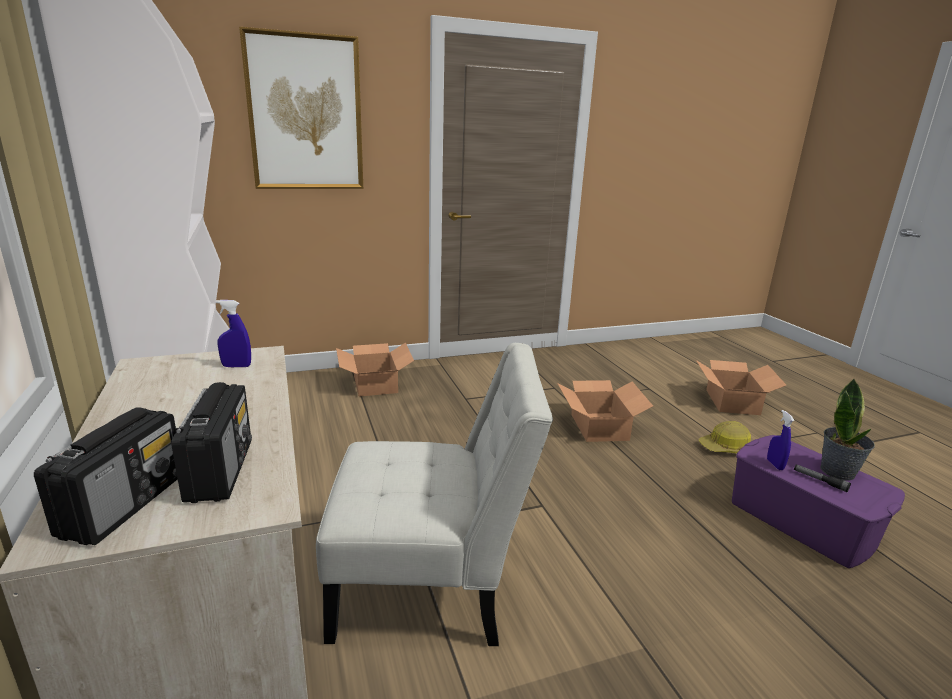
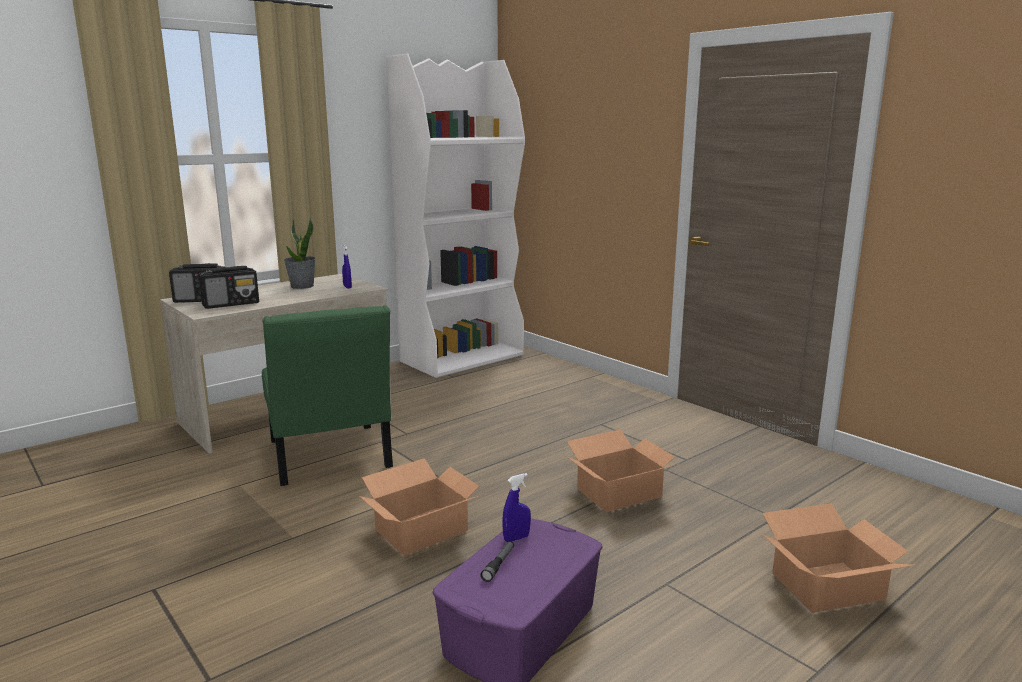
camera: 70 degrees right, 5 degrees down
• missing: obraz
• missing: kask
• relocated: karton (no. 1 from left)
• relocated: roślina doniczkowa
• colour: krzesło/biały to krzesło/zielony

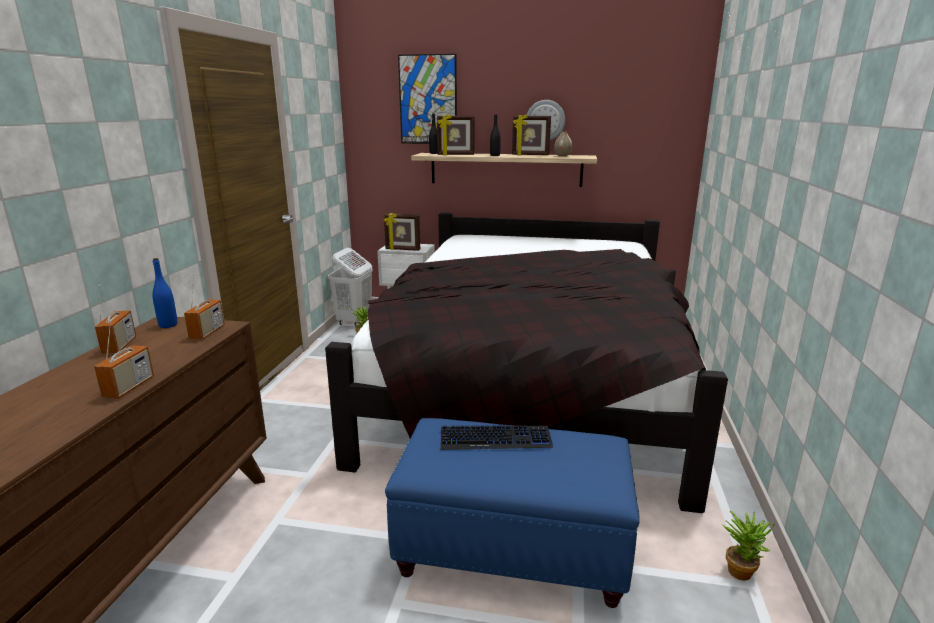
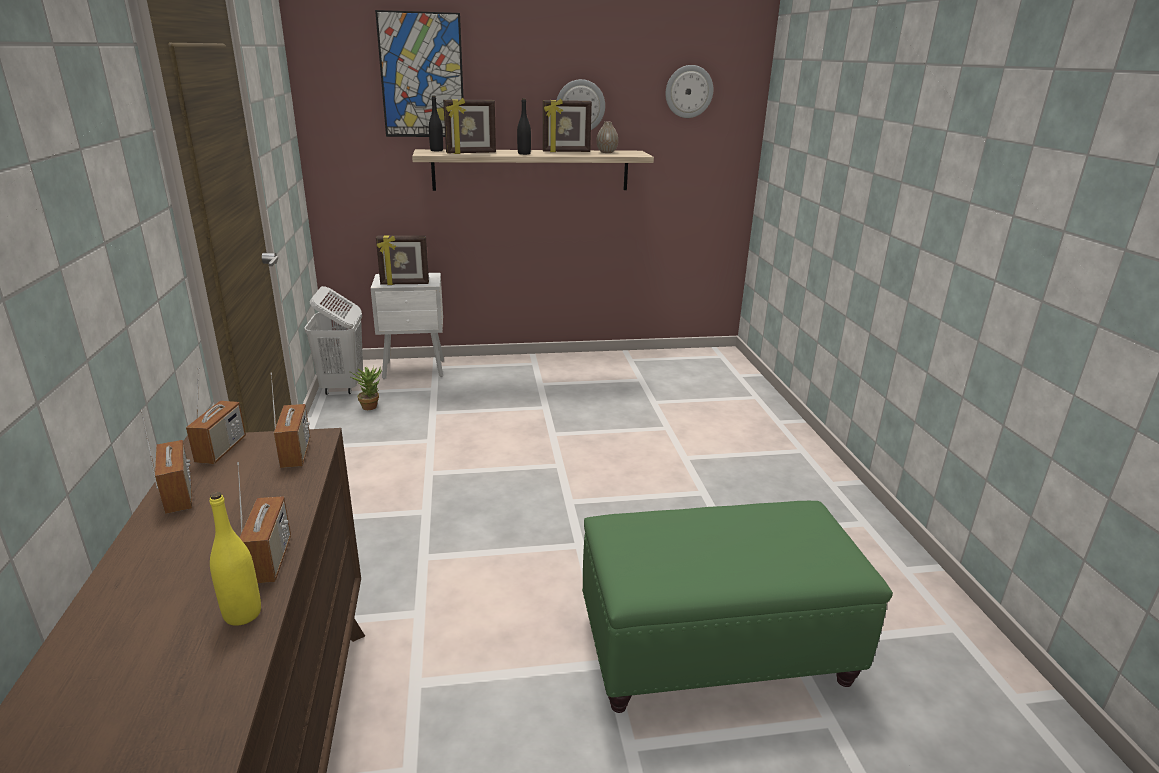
camera: 20 degrees left, 5 degrees up
• missing: łóżko/czarny
• missing: klawiatura
• missing: roślina doniczkowa (no. 2 from left)
• appeared: butelka/żółty
• appeared: zegar ścienny (no. 2 from left)
• exchanged: butelka/niebieski to radio (no. 2 from left)
• colour: pufa/niebieski to pufa/zielony

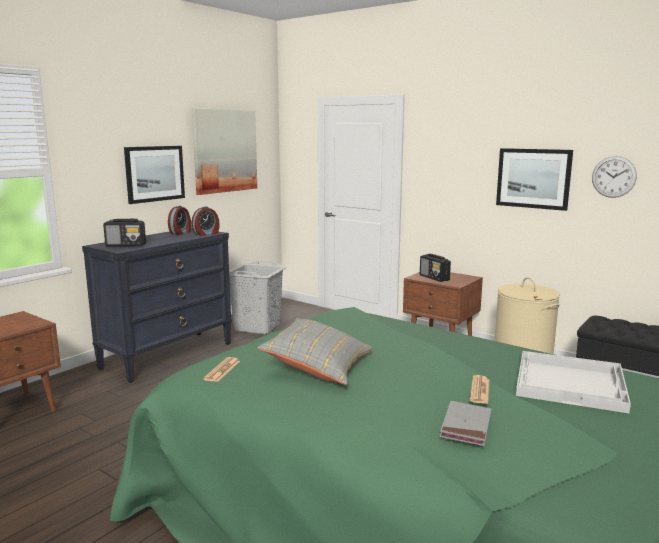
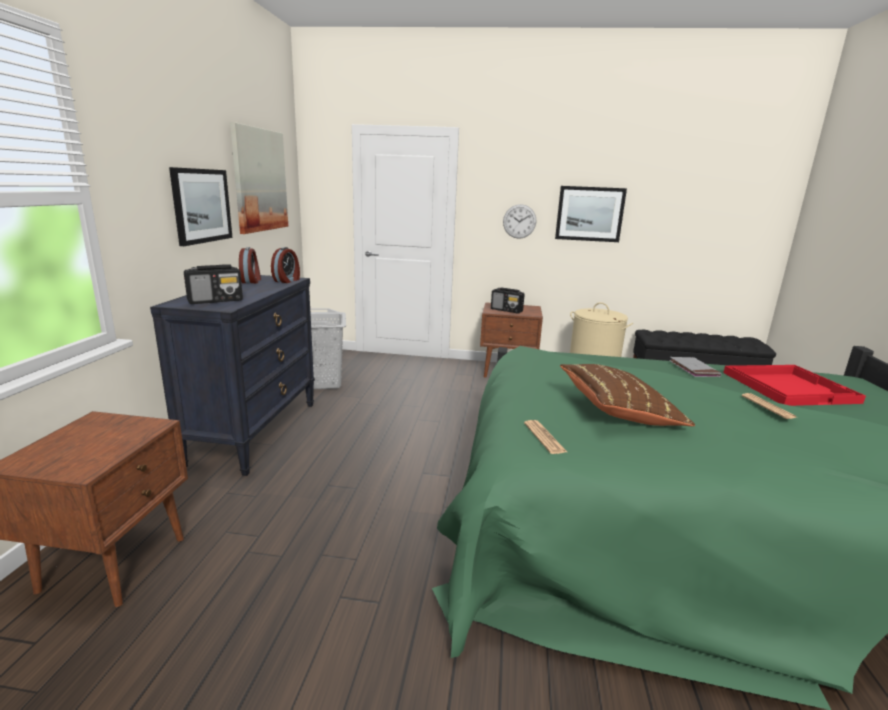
camera: 30 degrees left, 5 degrees up
• relocated: książka/szary
• relocated: zegar ścienny
• colour: poduszka/szary to poduszka/brązowy
• colour: taca/biały to taca/czerwony

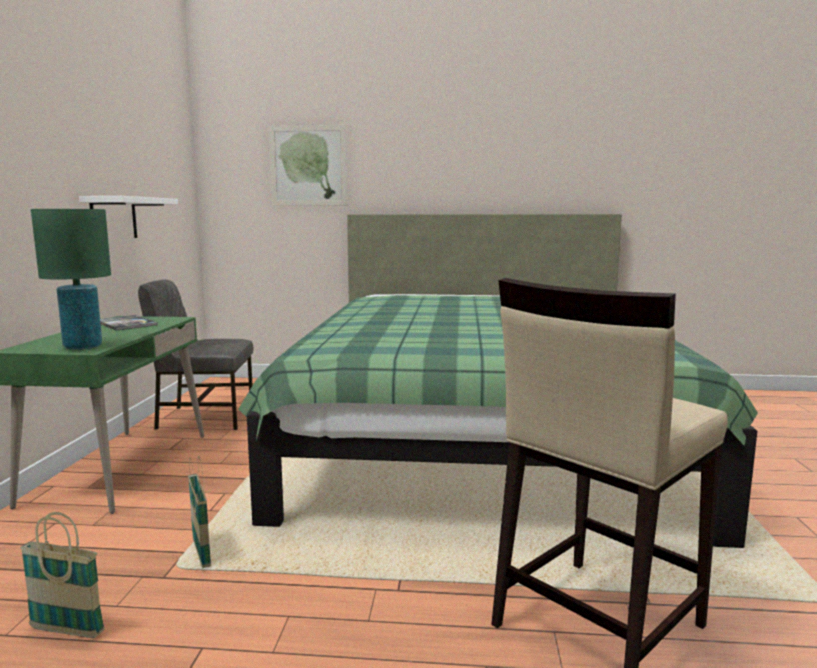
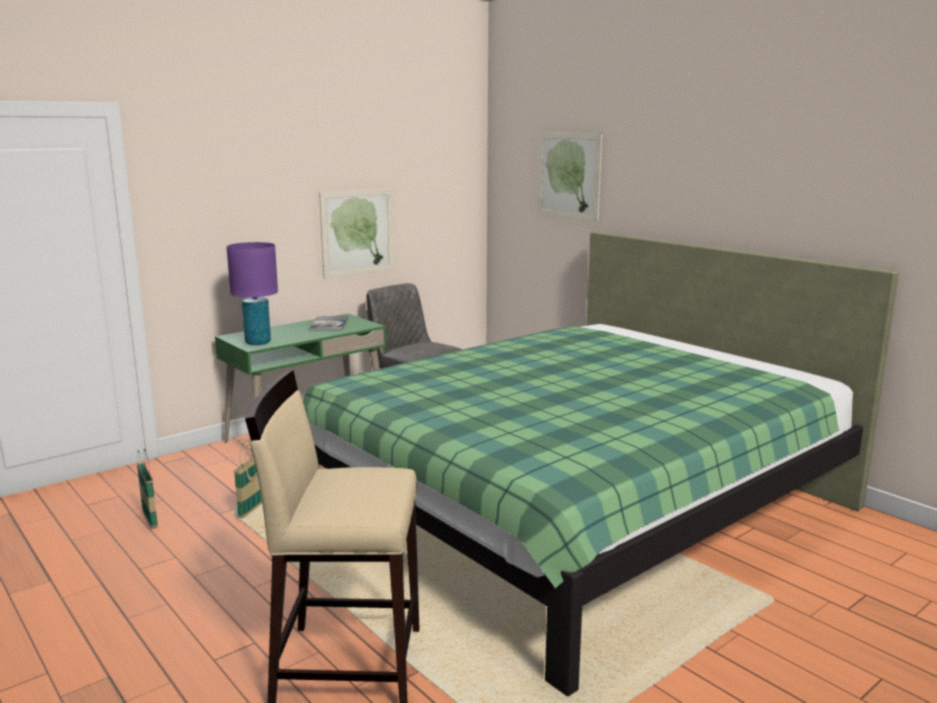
camera: 45 degrees right, 5 degrees up
• exchanged: półka/biały to obraz (no. 1 from left)
• colour: lampa stołowa/zielony to lampa stołowa/fioletowy

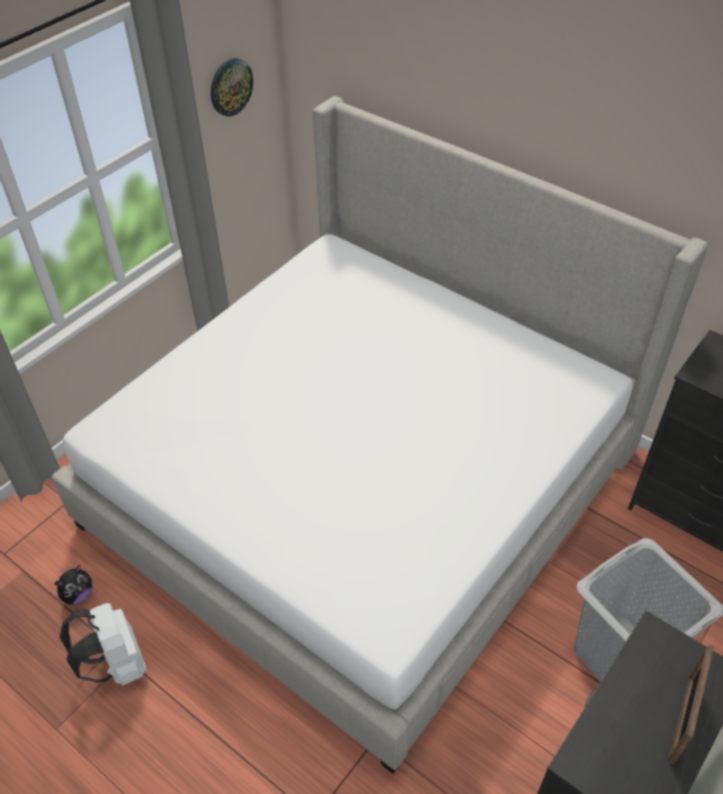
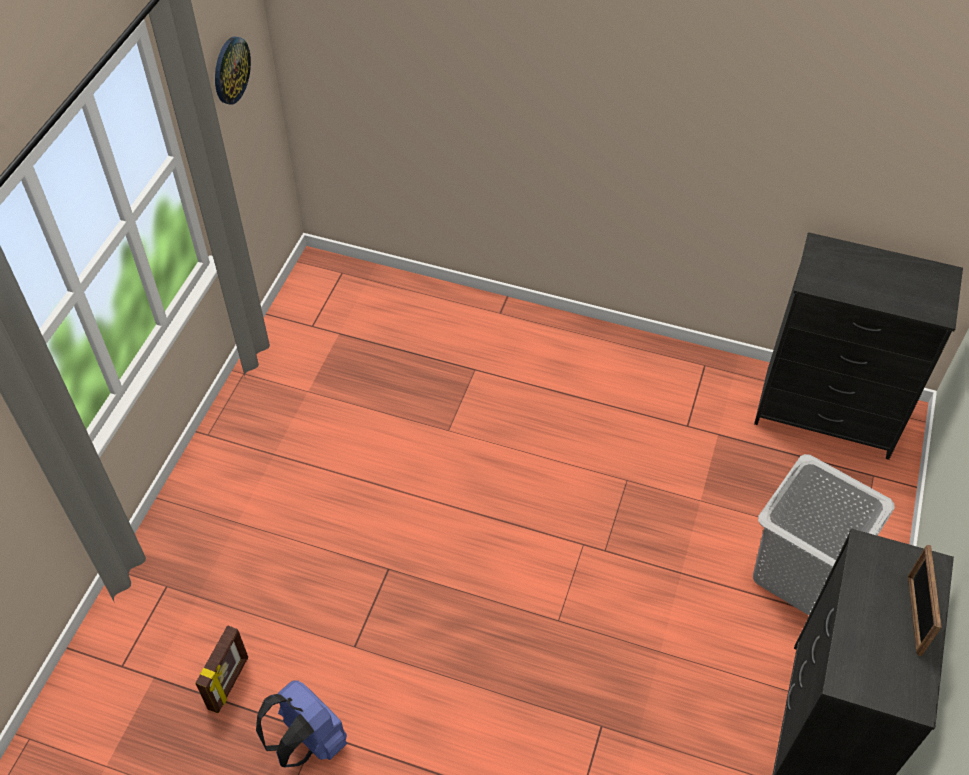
camera: 20 degrees left, 5 degrees up
• missing: łóżko
• exchanged: pluszak to ramka na zdjęcie (no. 1 from left)
• colour: plecak/biały to plecak/niebieski

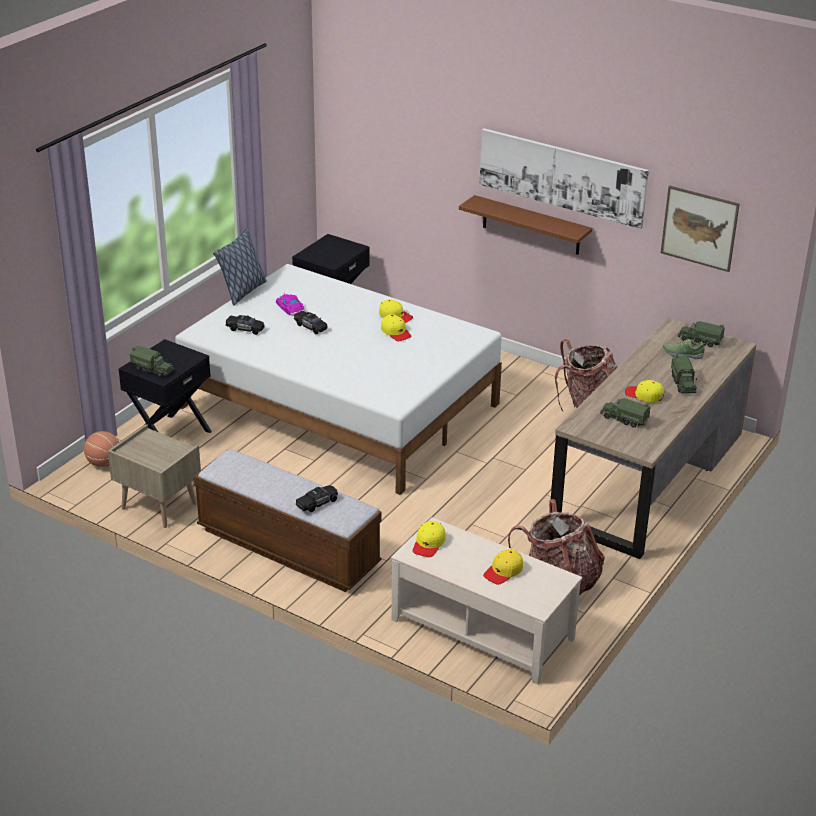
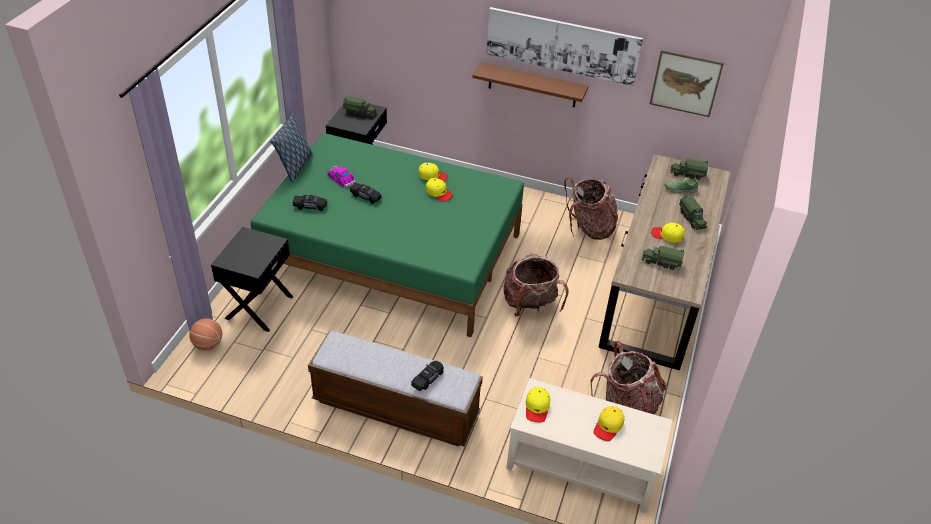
camera: 15 degrees left, 10 degrees up
• missing: szafka nocna/beżowy
• appeared: plecak (no. 1 from left)
• relocated: ciężarówka zabawkowa (no. 1 from left)
• colour: łóżko/biały to łóżko/zielony

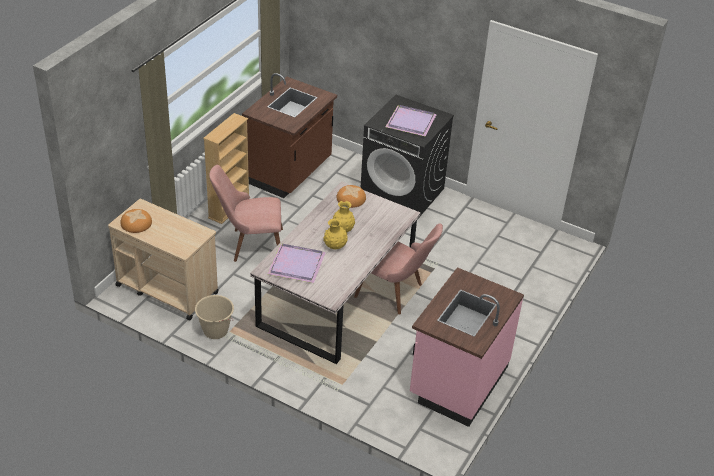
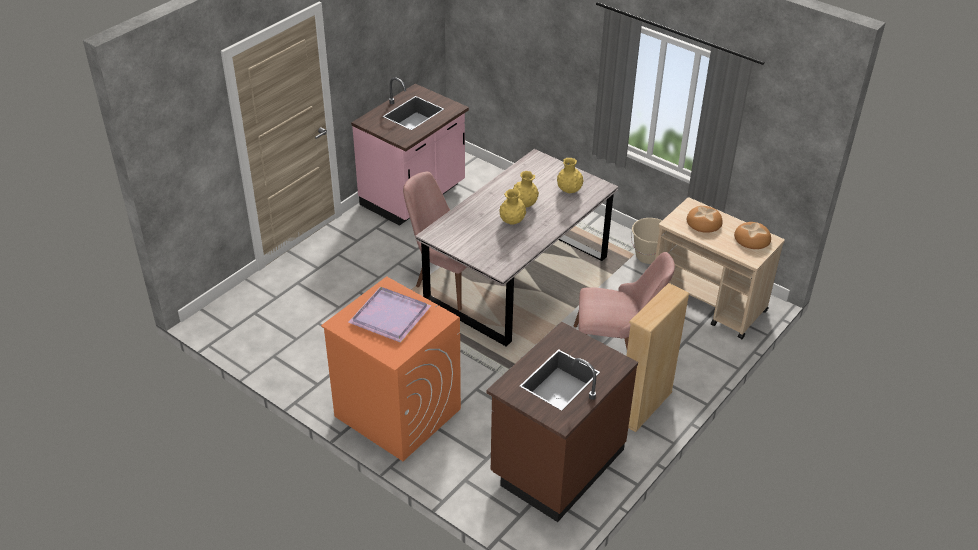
camera: 170 degrees left, 0 degrees up
• relocated: chleb (no. 2 from left in the first image) to chleb (no. 1 from left)
• exchanged: taca/fioletowy (no. 1 from left) to wazon/żółty (no. 3 from left)
• colour: pralka/czarny to pralka/pomarańczowy

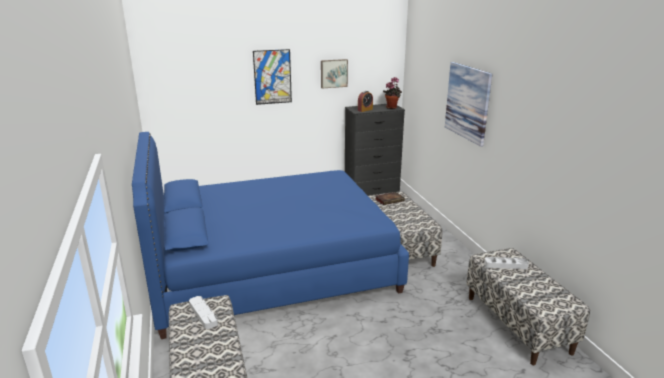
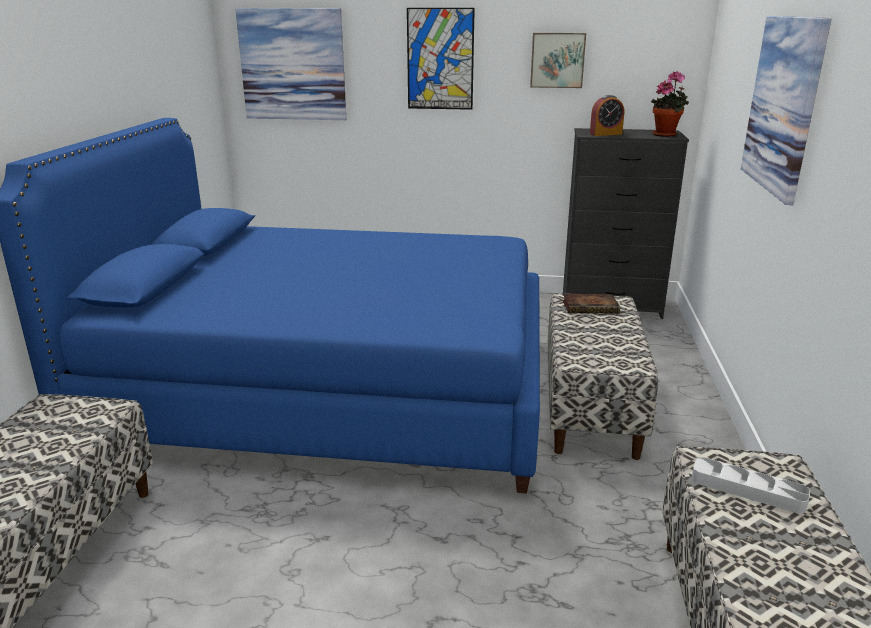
camera: 25 degrees right, 0 degrees up
• missing: taca/szary (no. 1 from left)
• appeared: obraz (no. 1 from left)

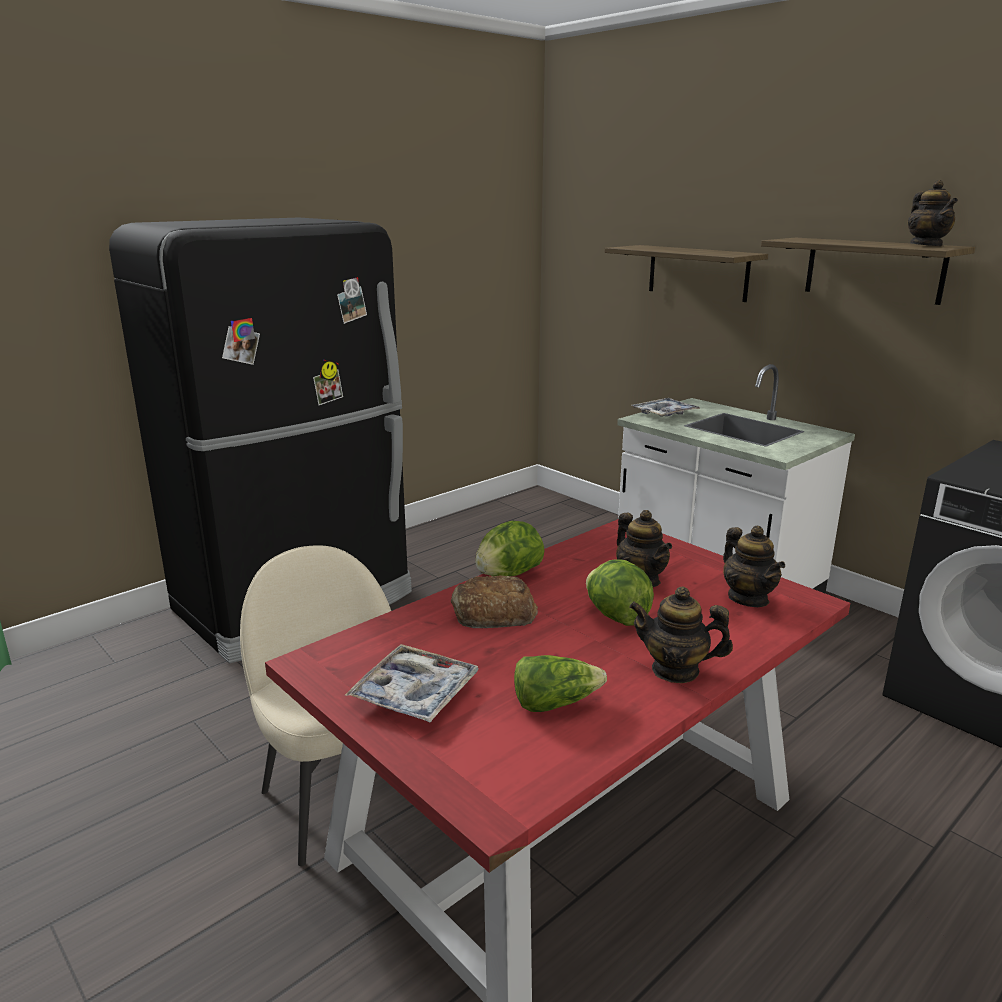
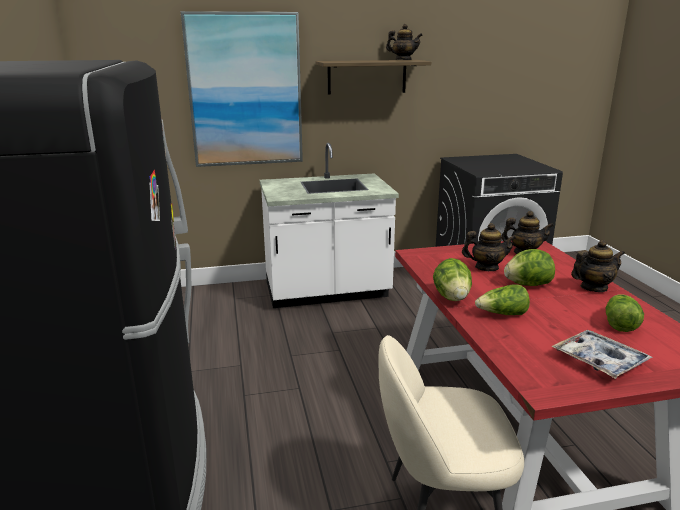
camera: 60 degrees left, 0 degrees up
• missing: taca (no. 2 from left)
• exchanged: chleb to sałata (no. 2 from left)
• exchanged: półka (no. 1 from left) to obraz
• spun: imbryk (no. 2 from left in the first image) 150 degrees counterclockwise

